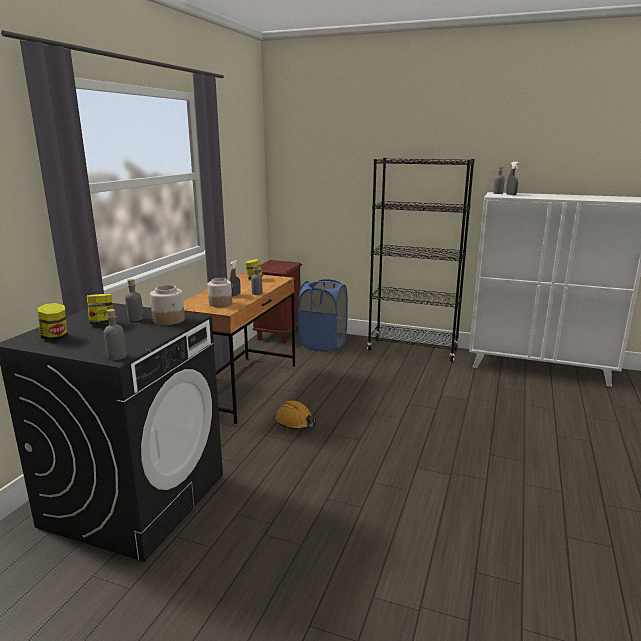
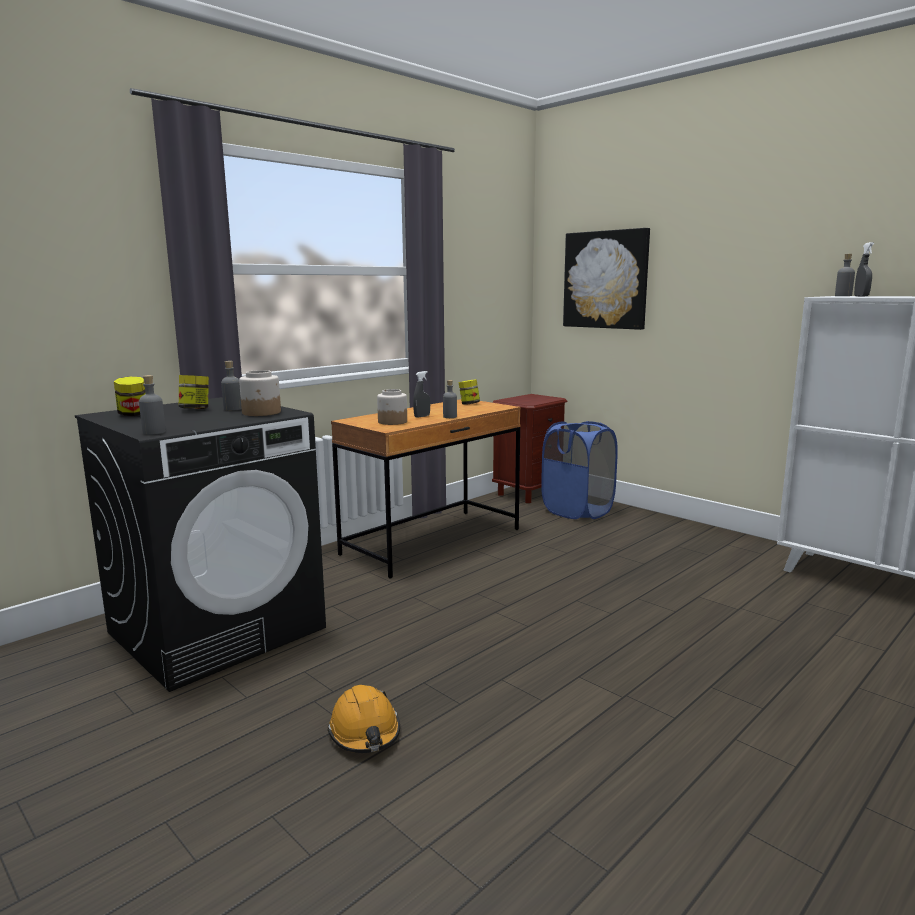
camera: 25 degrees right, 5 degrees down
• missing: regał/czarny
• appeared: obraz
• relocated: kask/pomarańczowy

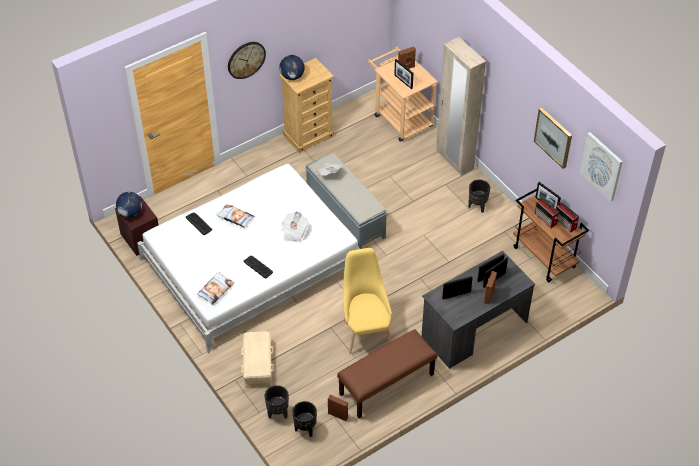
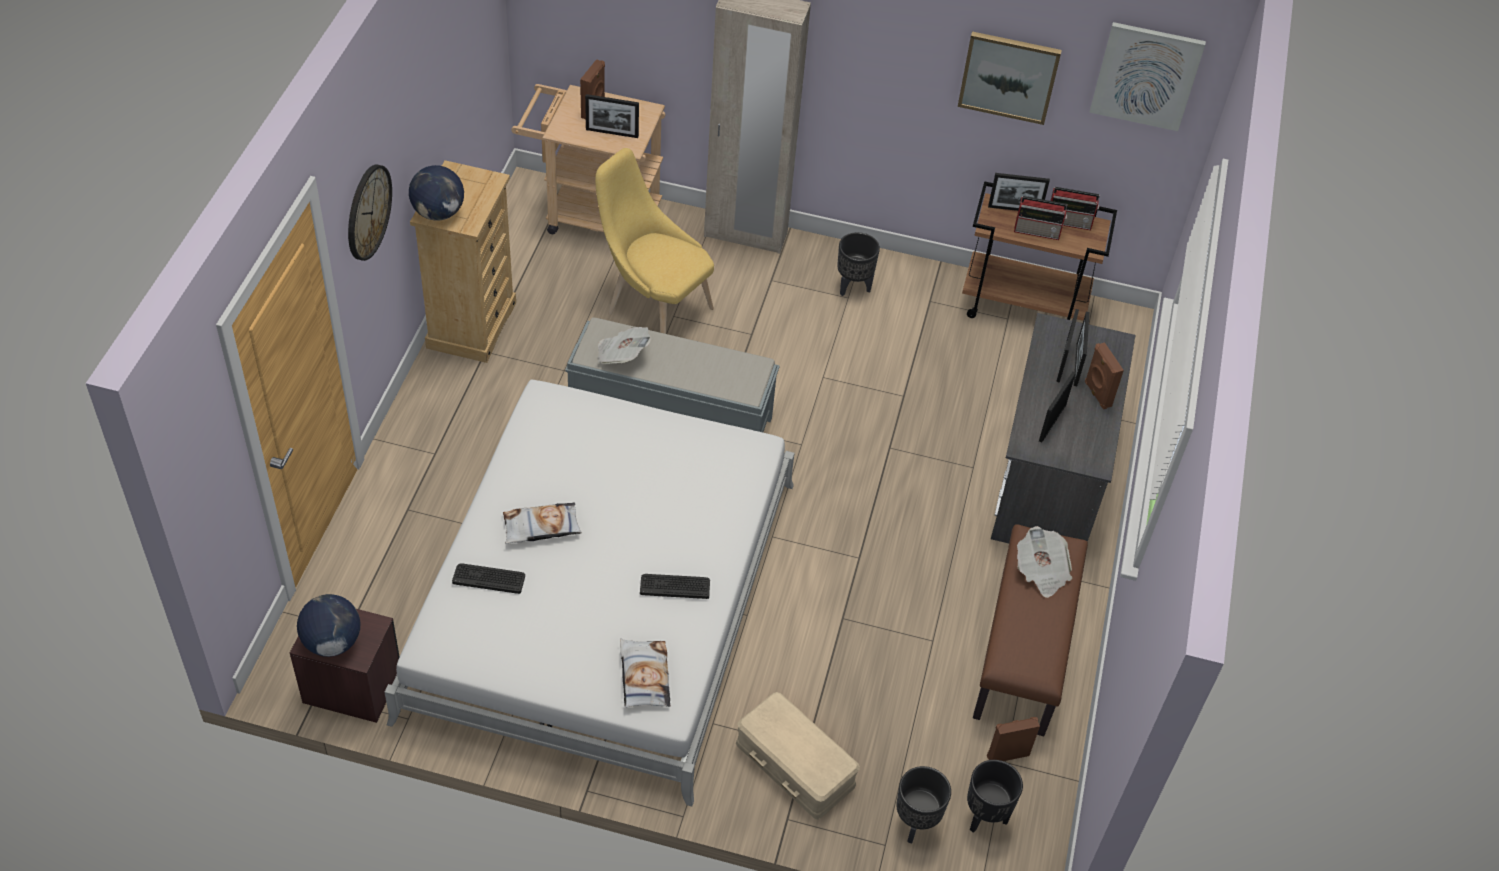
camera: 45 degrees left, 0 degrees up
• relocated: gazeta (no. 1 from left in the first image) to gazeta (no. 2 from left)
• relocated: krzesło/żółty

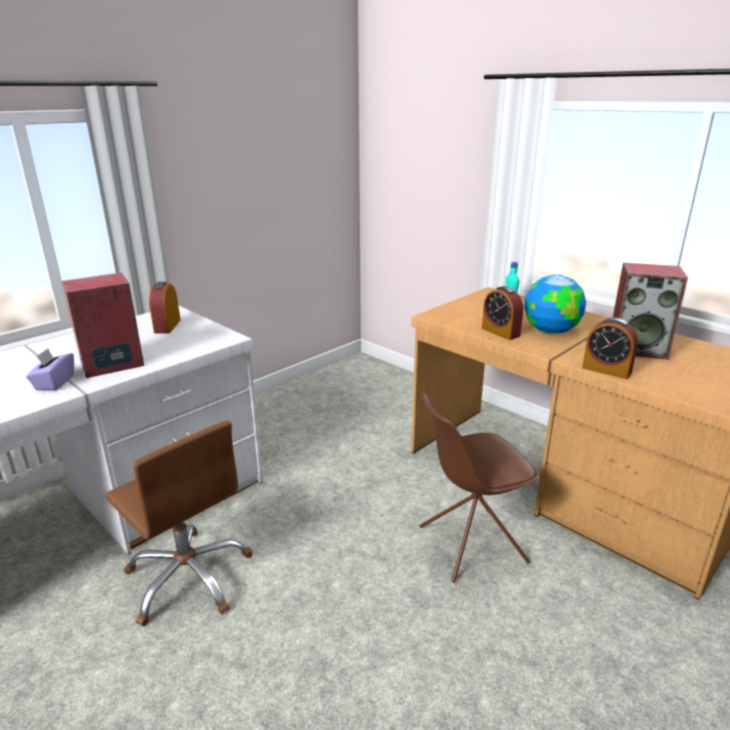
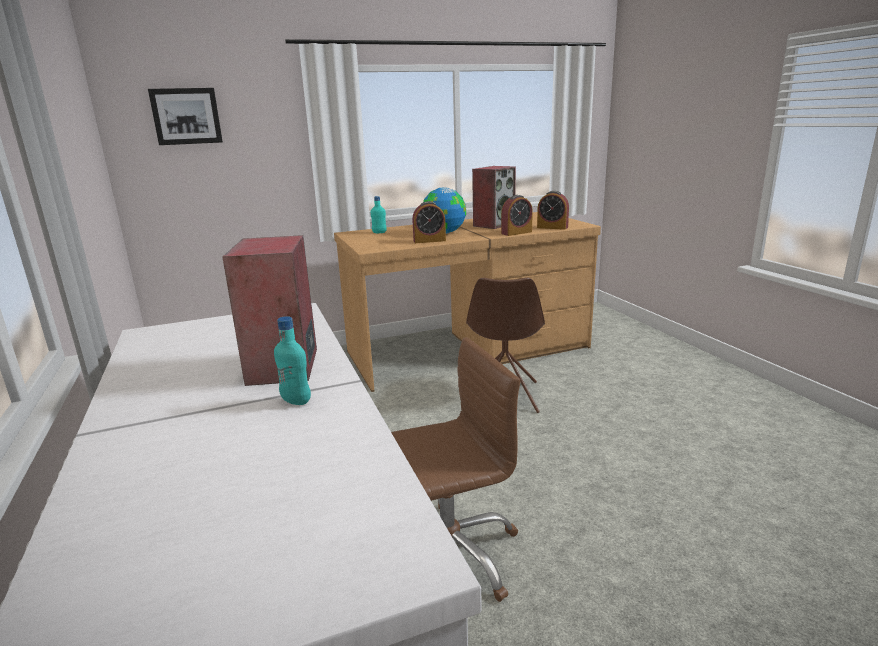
camera: 65 degrees left, 5 degrees down
• appeared: obraz
• relocated: budzik (no. 1 from left in the first image) to budzik (no. 3 from left)
• exchanged: pudełko chusteczek/fioletowy to butelka/turkusowy (no. 1 from left)

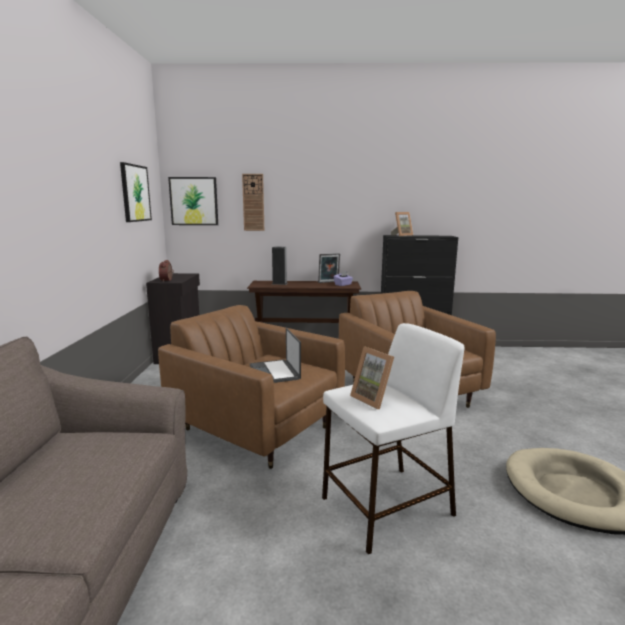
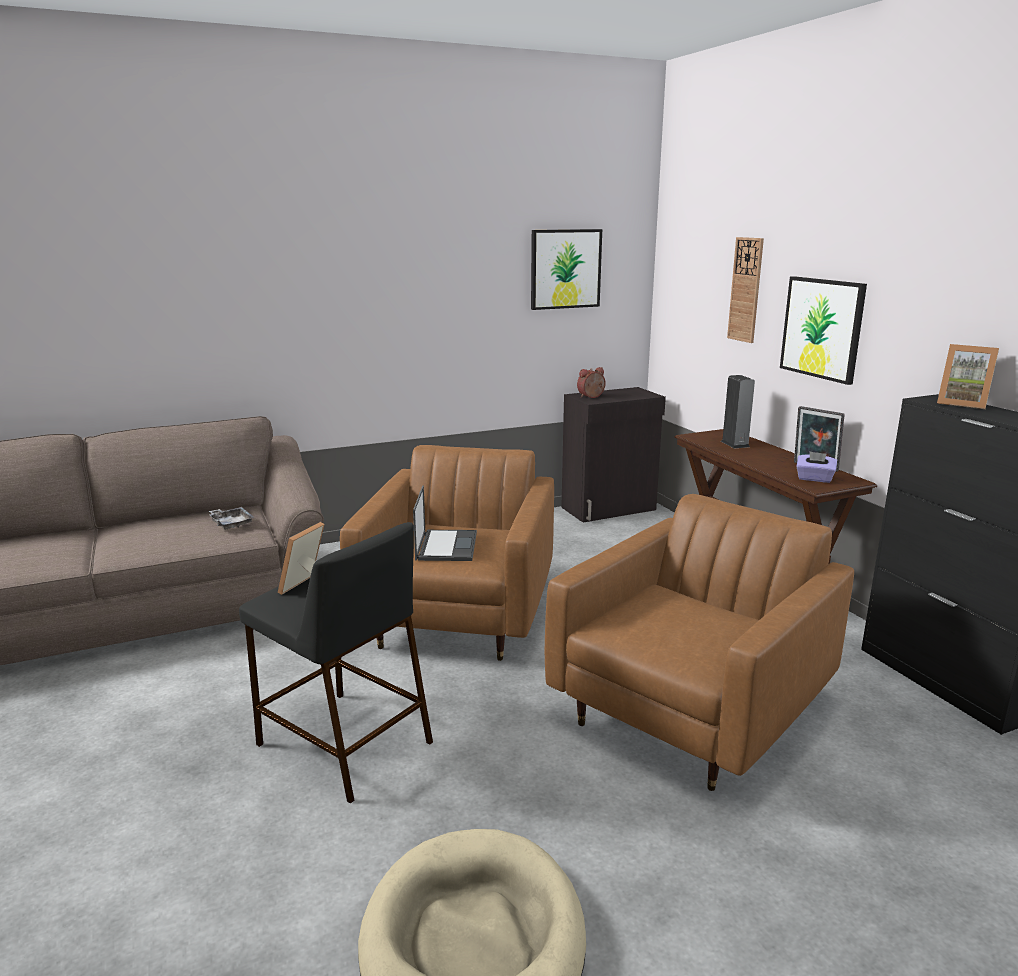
camera: 65 degrees right, 5 degrees up
• appeared: taca/szary
• relocated: obraz (no. 2 from left)
• colour: stołek/biały to stołek/czarny
• spun: laptop 135 degrees clockwise

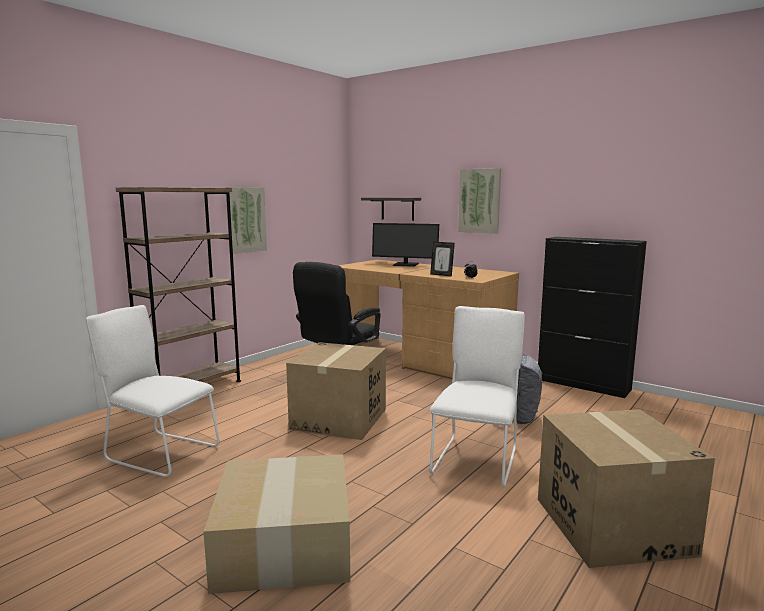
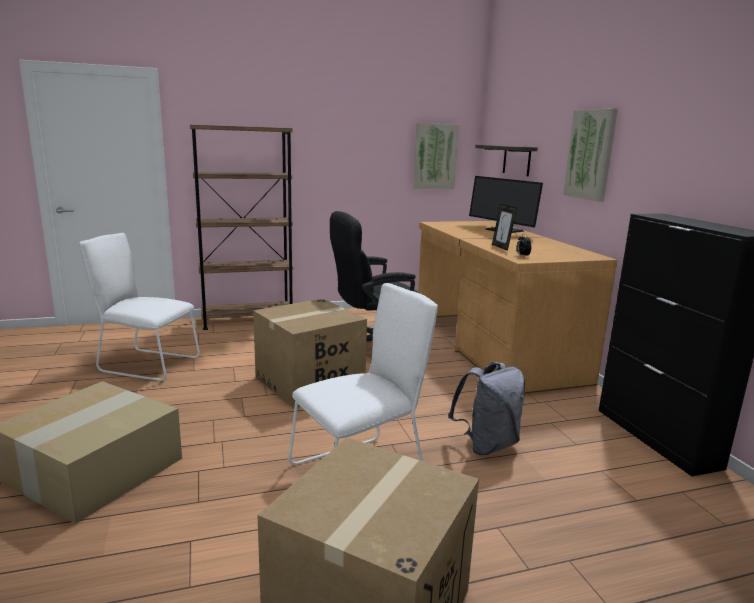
camera: 35 degrees right, 5 degrees up
• relocated: obraz (no. 1 from left)
• spun: krzesło/biały (no. 1 from left) 45 degrees counterclockwise

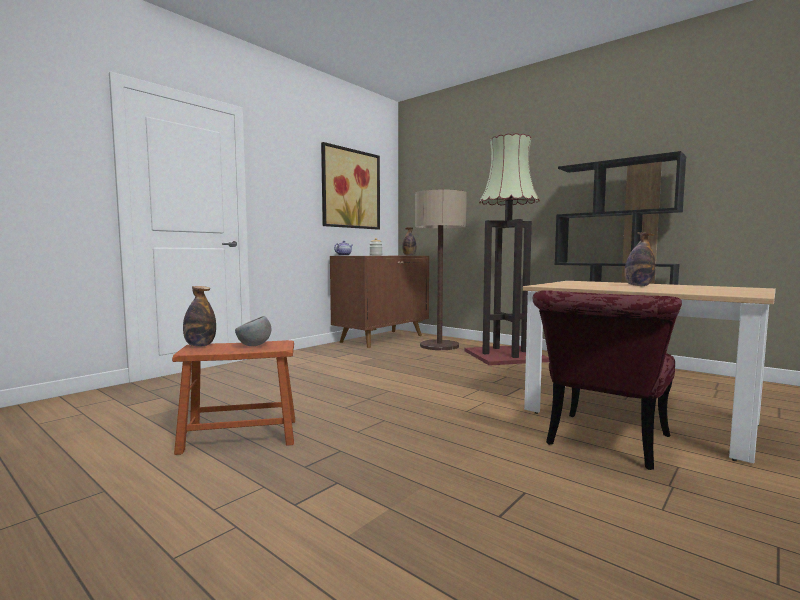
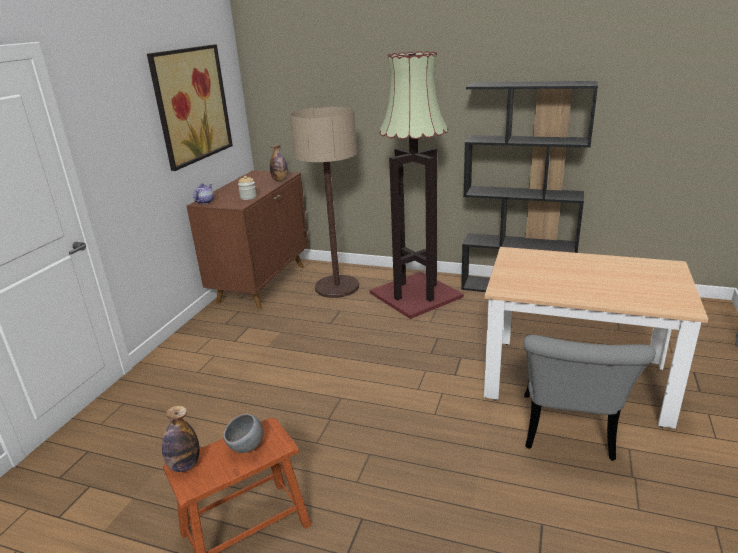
camera: 20 degrees left, 20 degrees up
• missing: butelka (no. 3 from left)
• colour: krzesło/czerwony to krzesło/szary

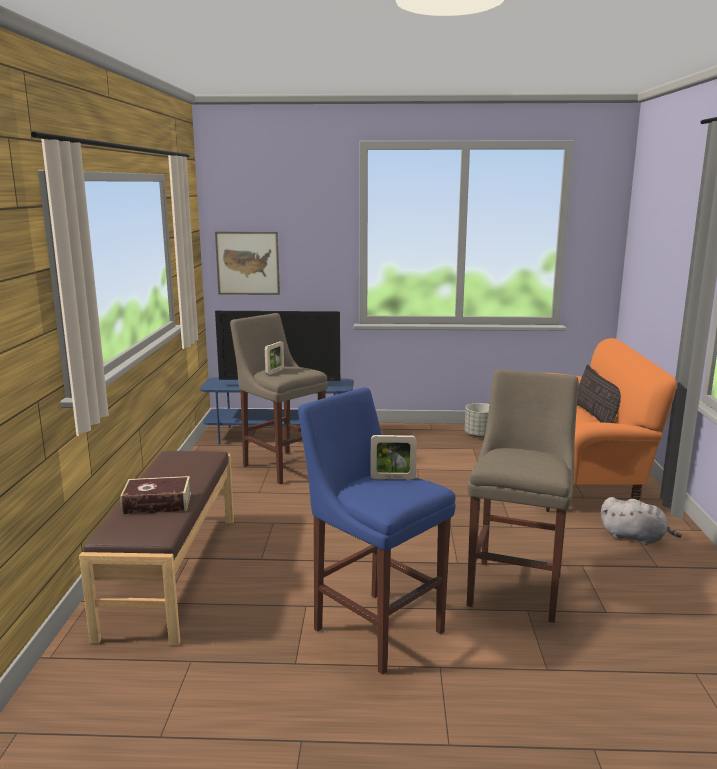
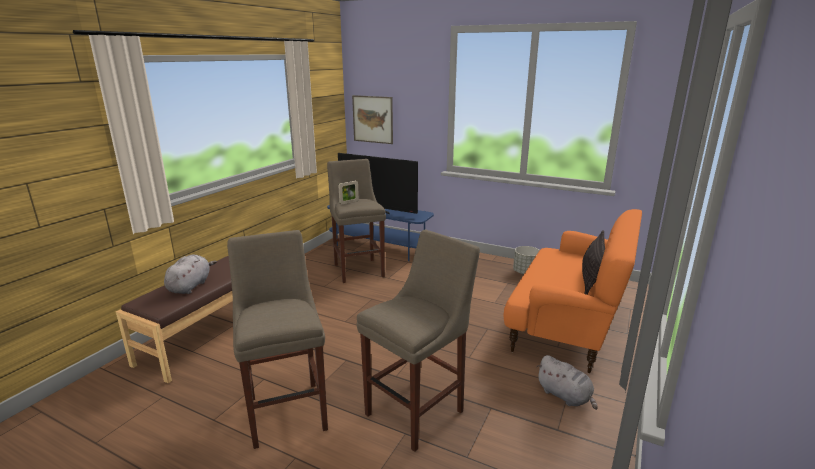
camera: 25 degrees right, 5 degrees up
• missing: ramka na zdjęcie (no. 2 from left)
• exchanged: książka to pluszak/szary (no. 1 from left)
• colour: stołek/niebieski to stołek/beżowy (no. 1 from left)

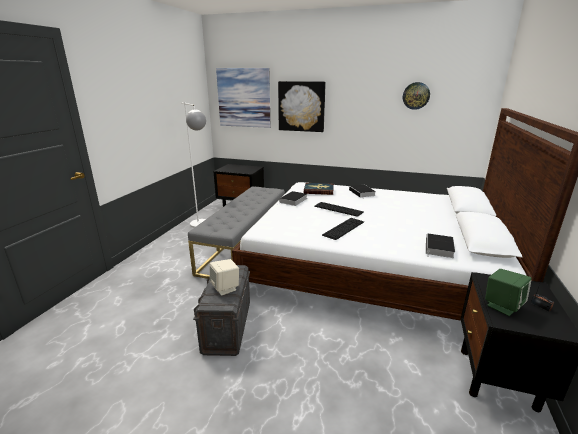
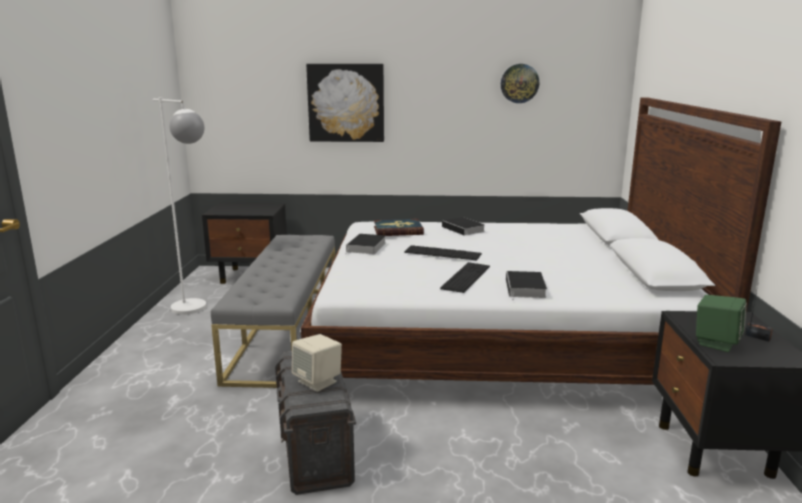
camera: 15 degrees left, 5 degrees down
• missing: obraz (no. 1 from left)
• relocated: książka (no. 4 from left)

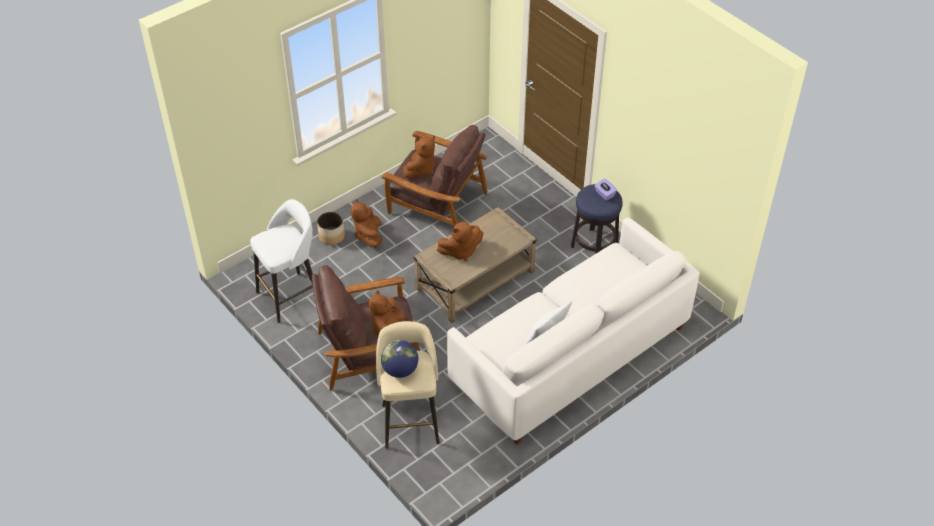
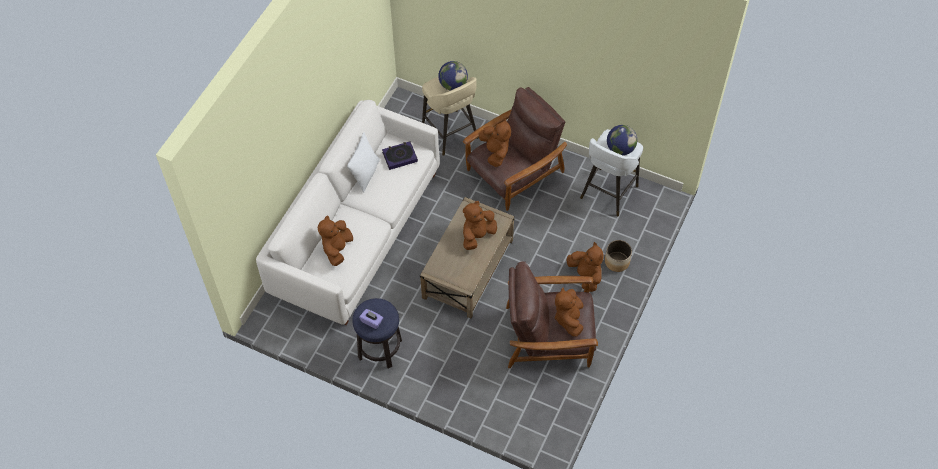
camera: 155 degrees right, 10 degrees up
• appeared: pluszak/brązowy (no. 1 from left)
• appeared: książka
• appeared: globus (no. 2 from left)

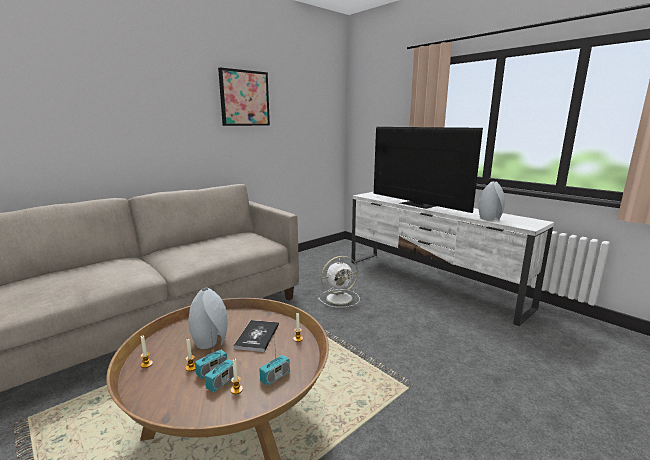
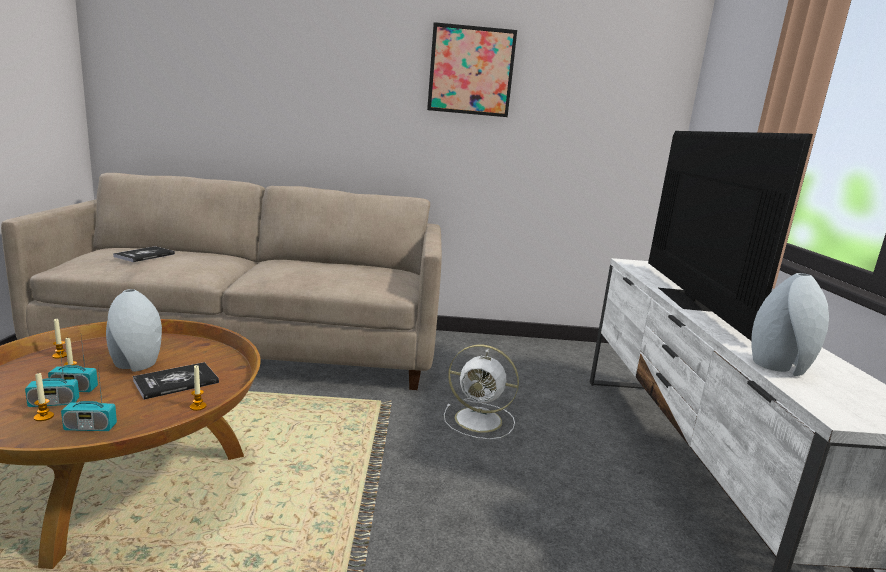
camera: 40 degrees right, 0 degrees up
• appeared: książka (no. 1 from left)

